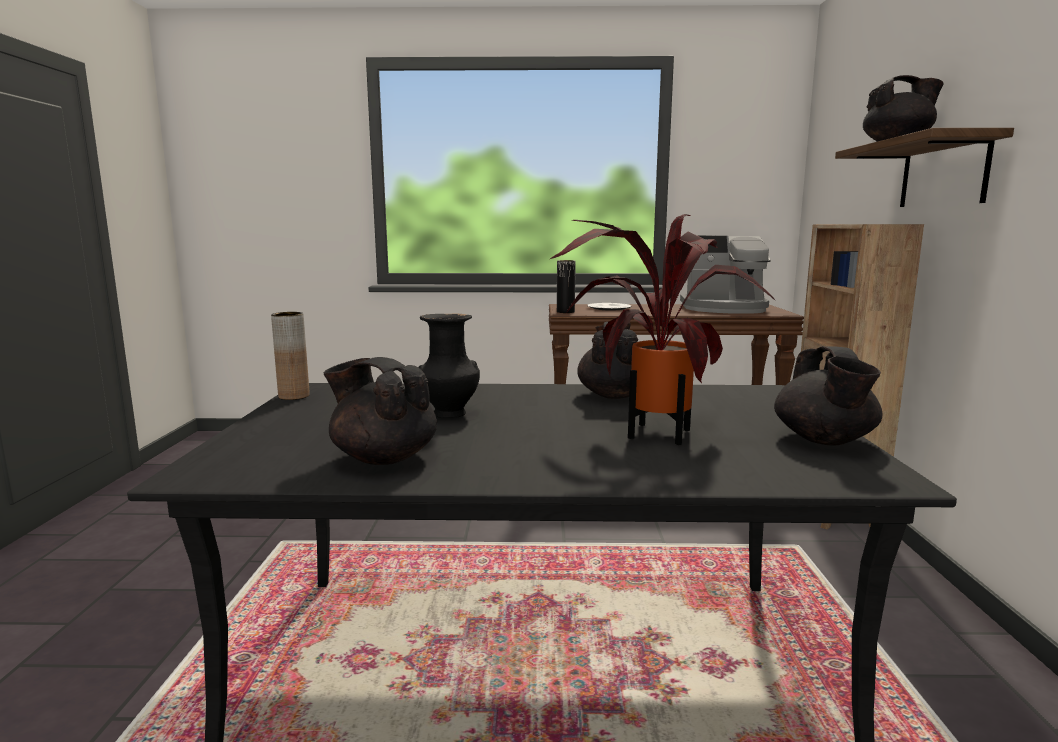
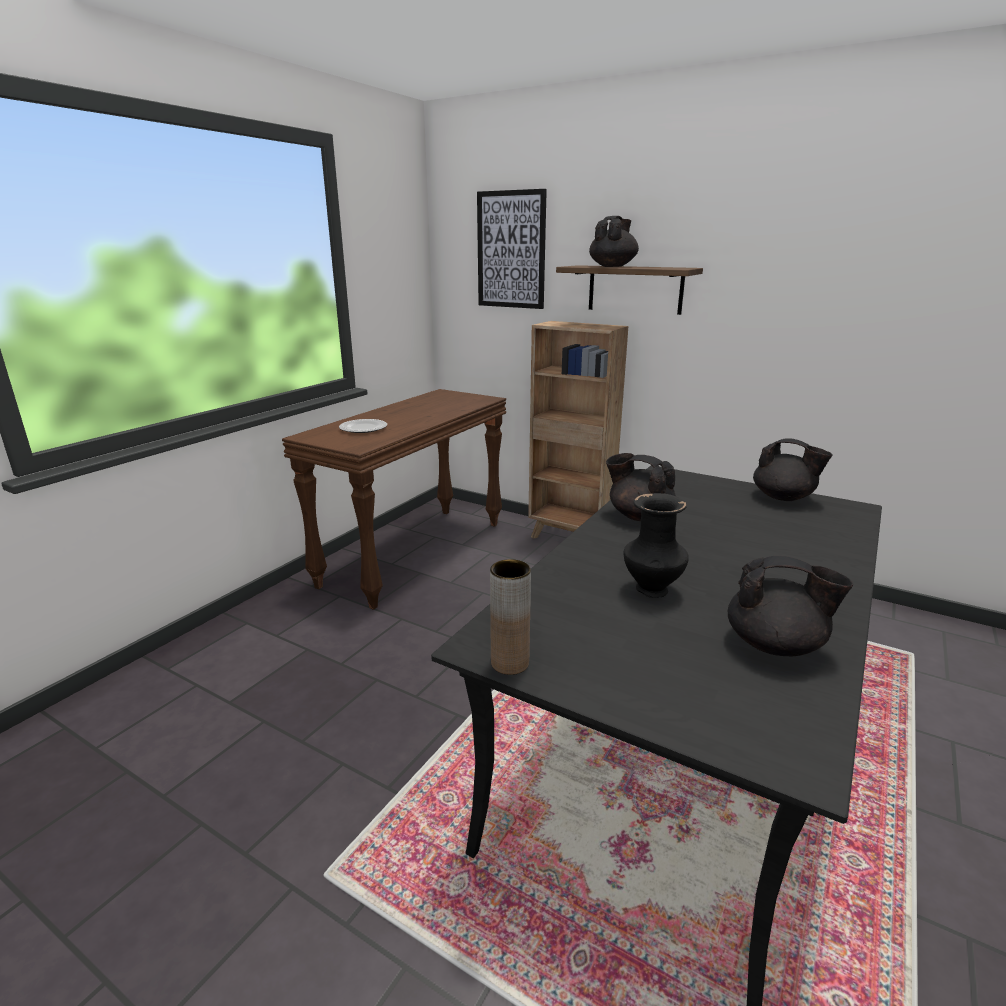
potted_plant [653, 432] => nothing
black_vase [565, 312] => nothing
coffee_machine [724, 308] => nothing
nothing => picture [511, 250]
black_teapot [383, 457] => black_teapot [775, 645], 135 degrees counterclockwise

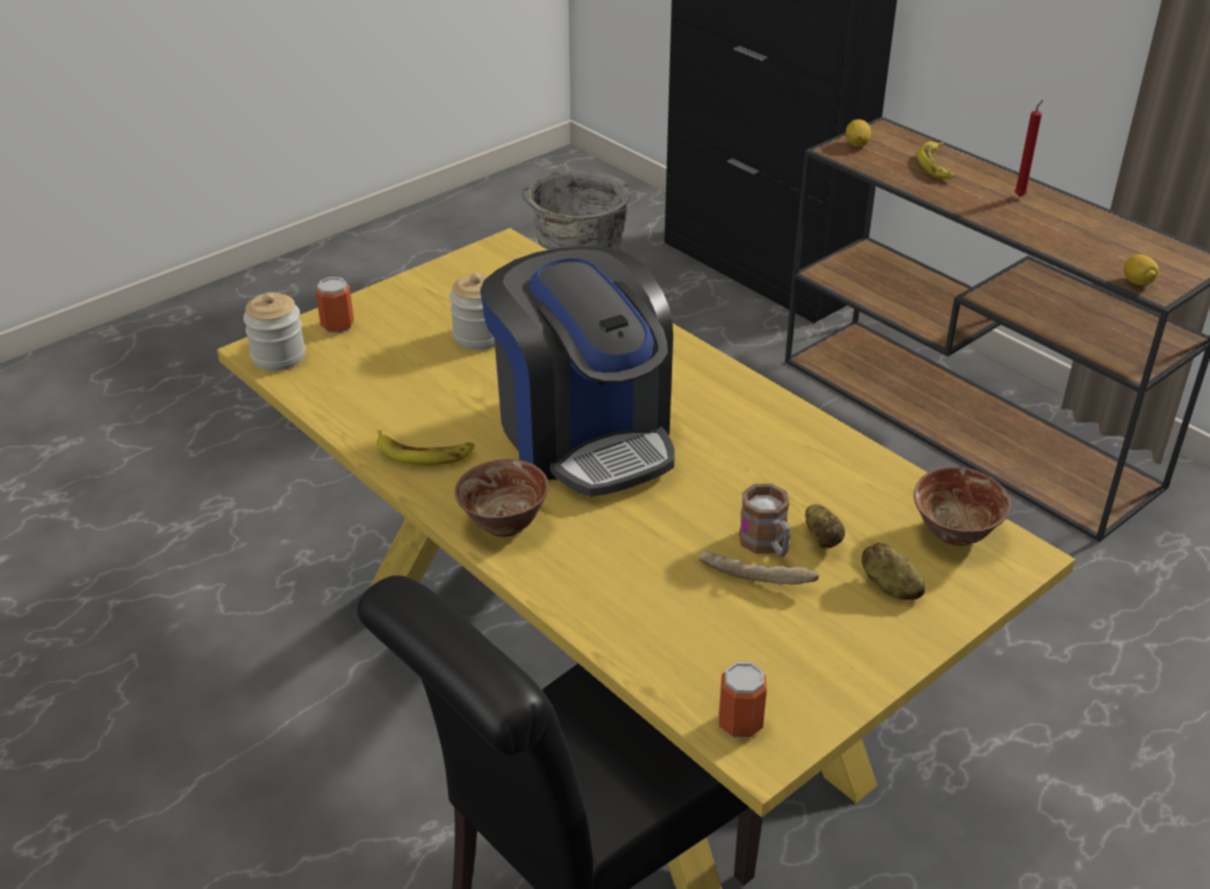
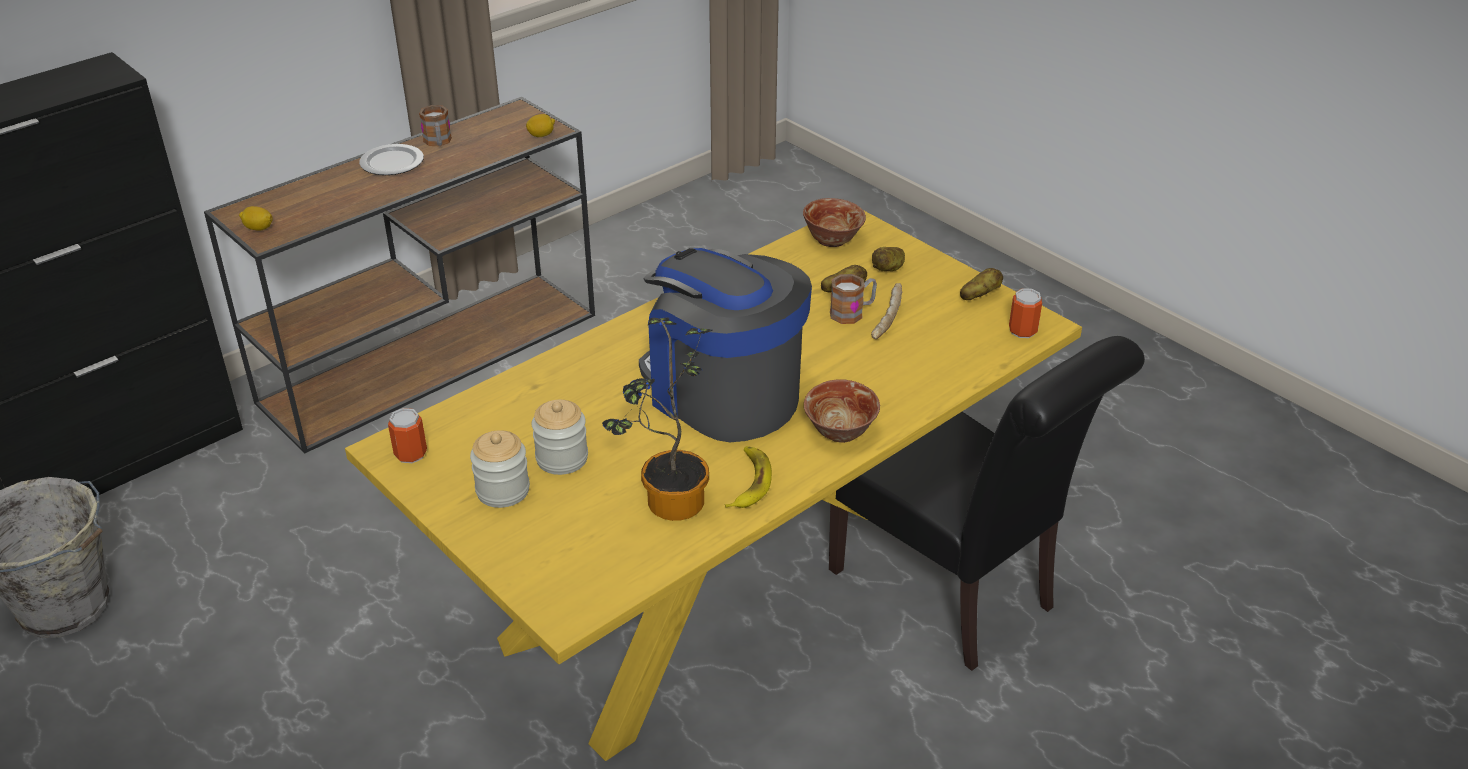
banana [936, 165] => nothing
nothing => mug [438, 142]
nothing => potted_plant [668, 505]
nothing => potato [979, 295]
jar [278, 356] => jar [503, 490], move
can [337, 326] => can [411, 454], move
red_candle [1020, 195] => plate [392, 162]
coffee_machine [584, 434] => coffee_machine [722, 393], 105 degrees counterclockwise

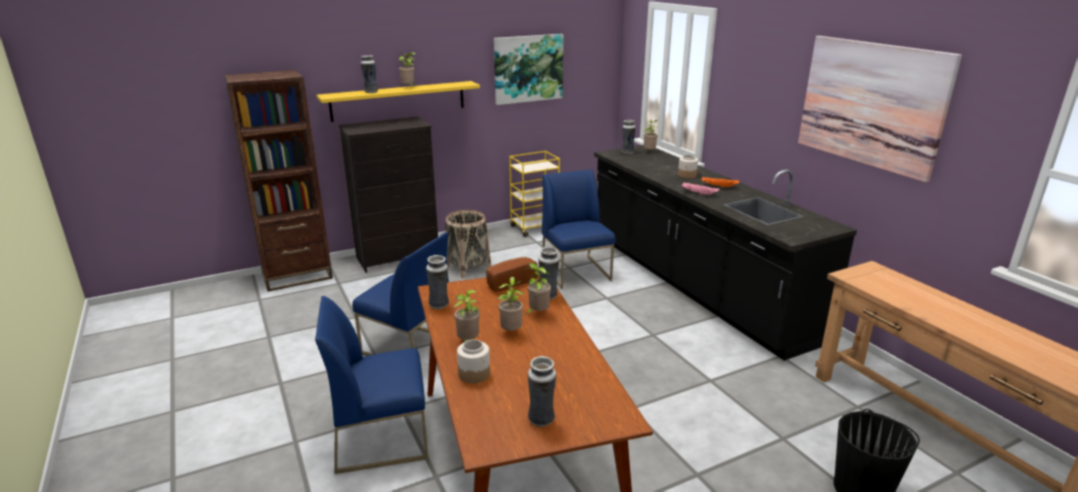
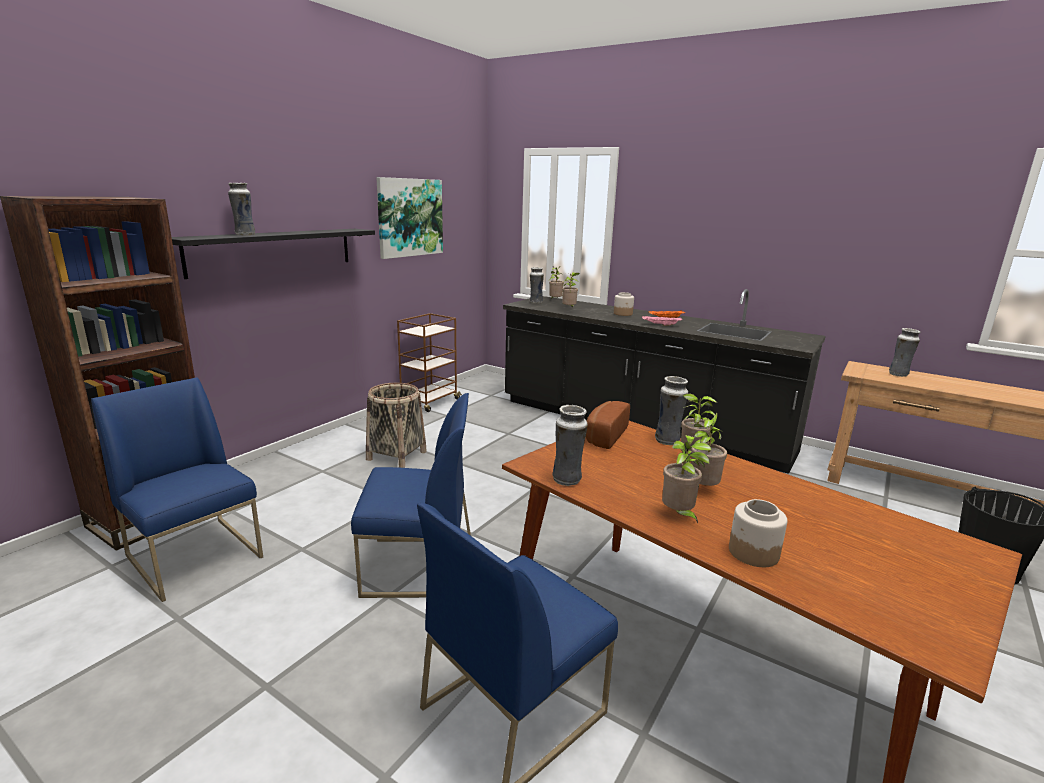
black_dresser [398, 257] => nothing
picture [871, 104] => nothing
potted_plant [409, 88] => potted_plant [569, 309], move
vase [541, 420] => vase [899, 374], move
blue_chair [576, 272] => blue_chair [196, 556], move
yellow_shelf [398, 101] => black_shelf [274, 251]
yellow_cart [535, 228] => brown_cart [429, 402]

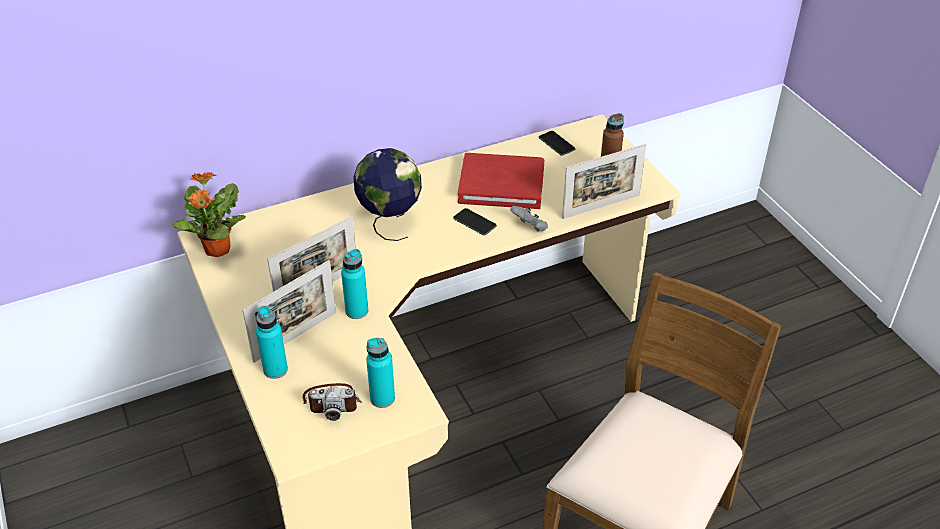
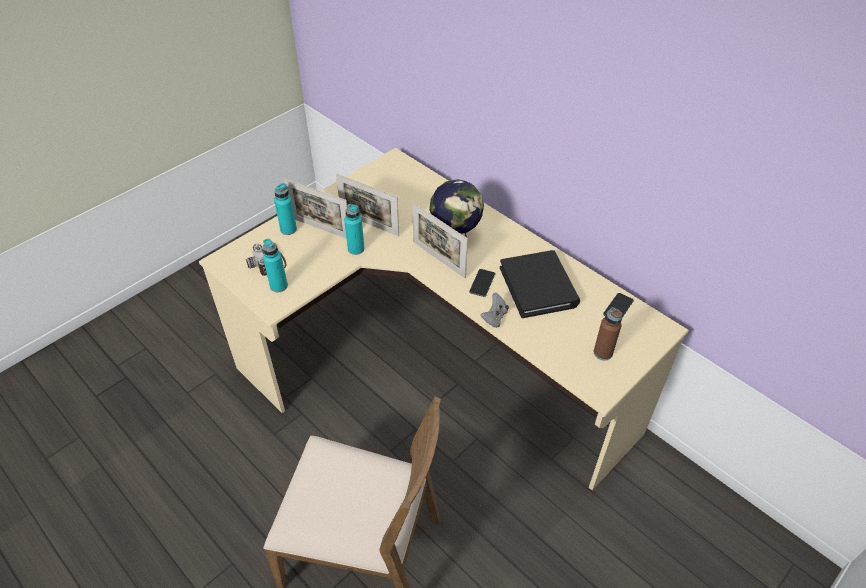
potted_plant [217, 250] => nothing
picture_frame [601, 206] => picture_frame [439, 259], move
red_book [501, 184] => black_book [538, 286]

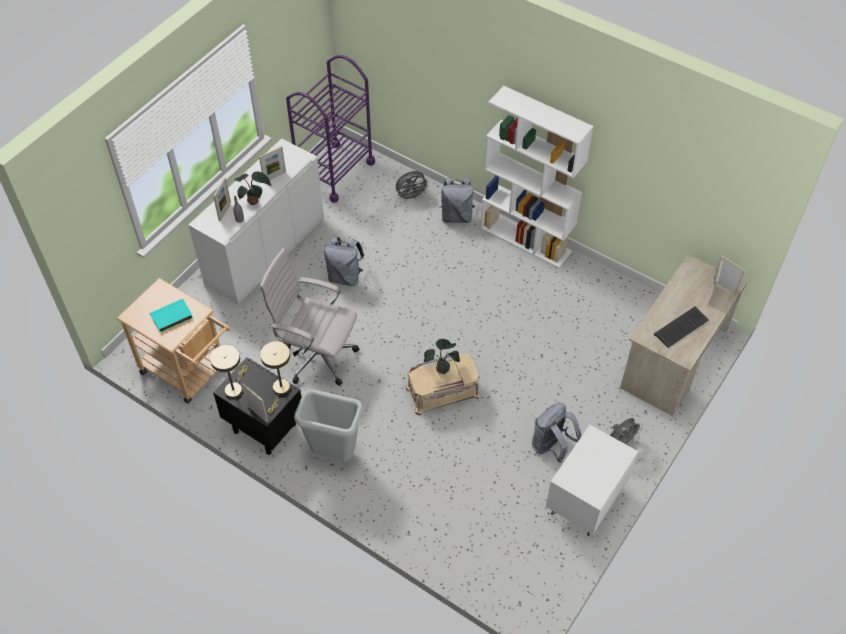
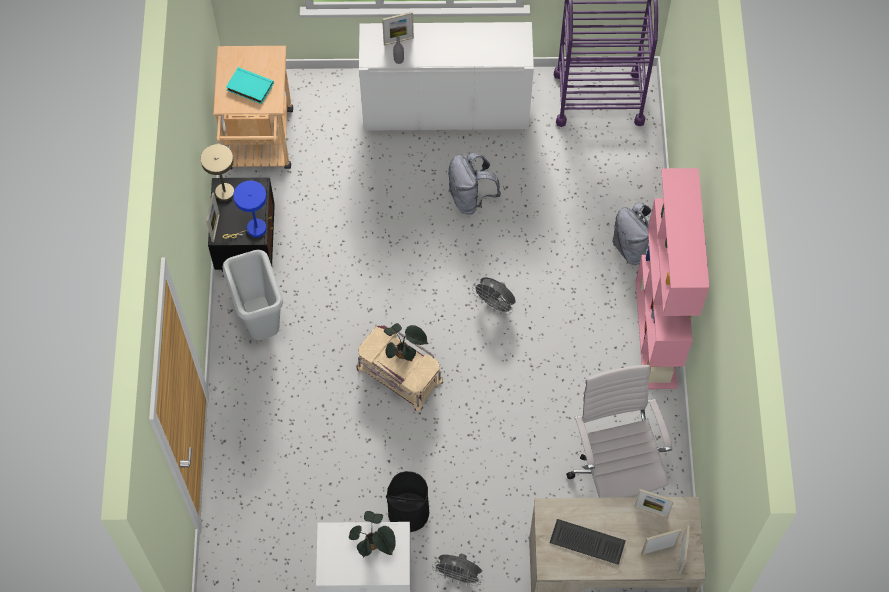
potted_plant [254, 201] => potted_plant [373, 545], move
picture_frame [274, 176] => picture_frame [651, 511], move
white_office_chair [316, 356] => white_office_chair [614, 474], move
grey_fan [411, 197] => grey_fan [495, 304], move
grey_backpack [551, 447] => black_trash_can [408, 512]
beige_table_lamp [280, 391] => blue_table_lamp [253, 230]
white_bookcase [526, 240] => pink_bookcase [656, 334]

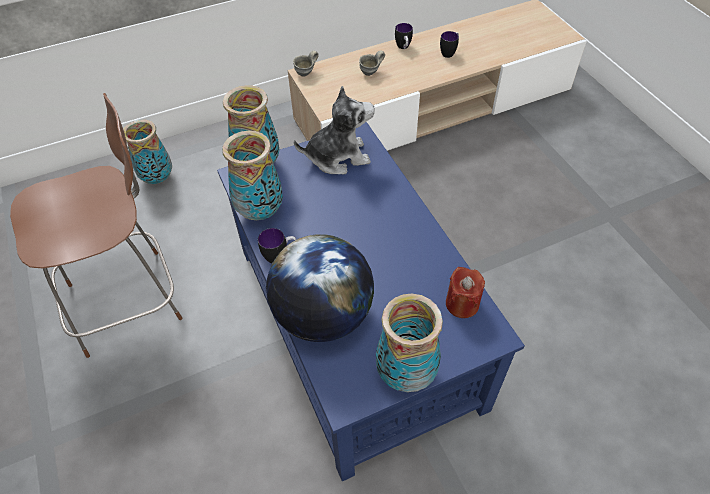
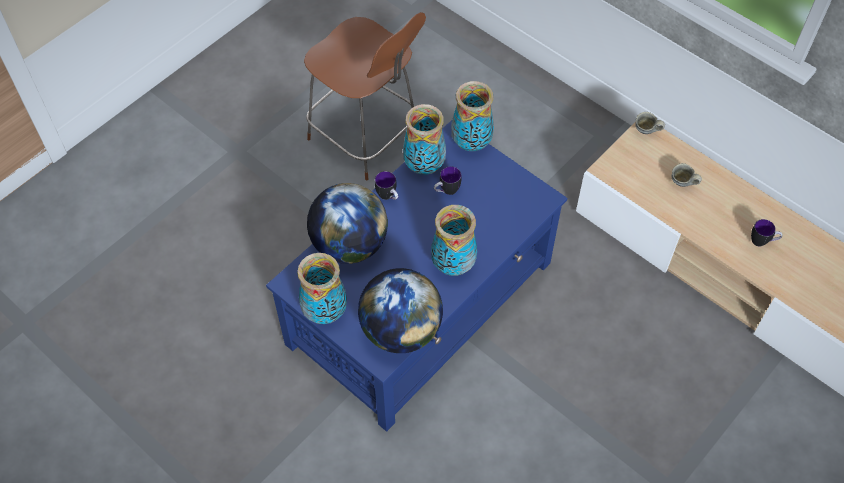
plush_toy [338, 157] => nothing
vase [157, 179] => vase [452, 265], move
mug [403, 48] => mug [446, 191], move
red_candle [462, 304] => globe [401, 330]

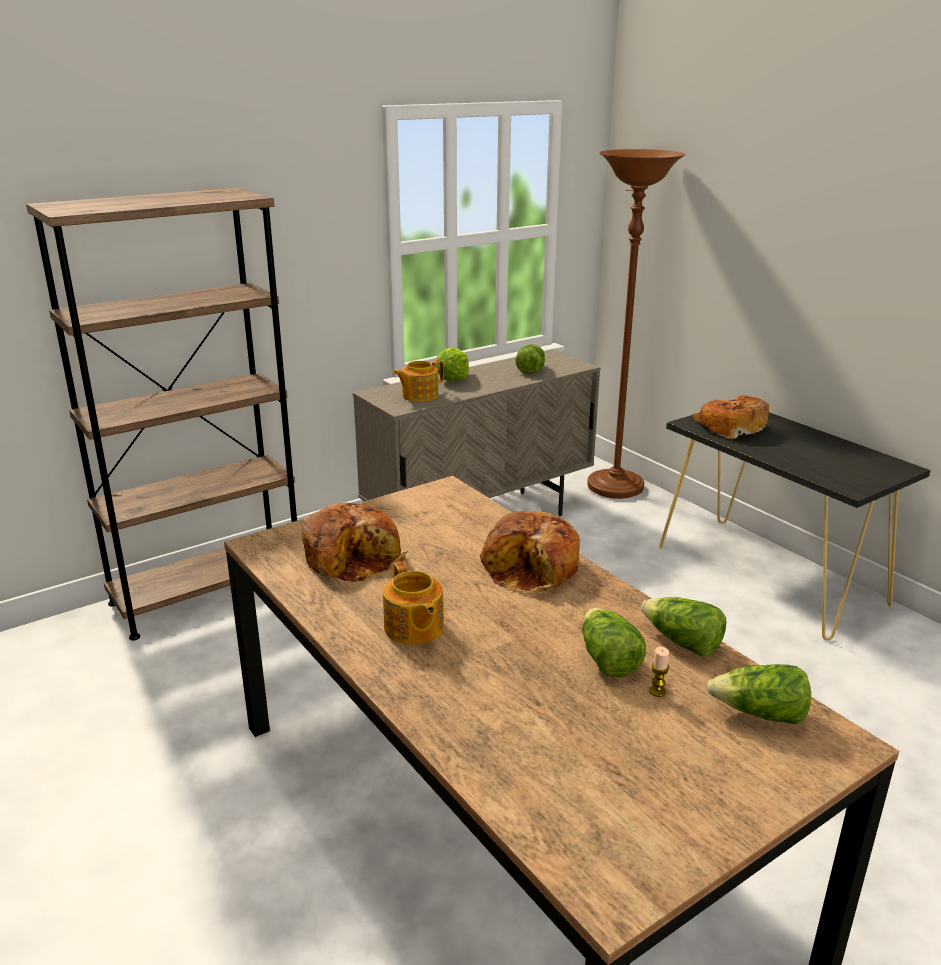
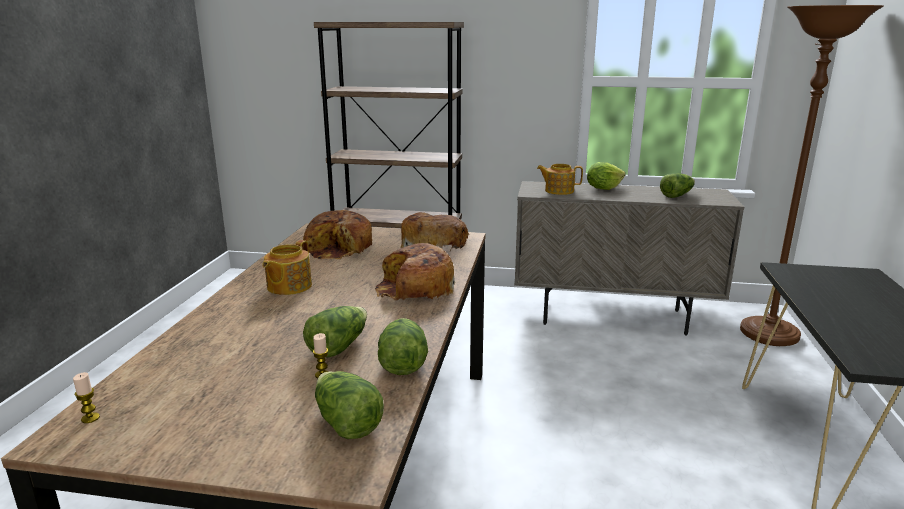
nothing => candle [90, 418]
bread [730, 427] => bread [432, 244], move

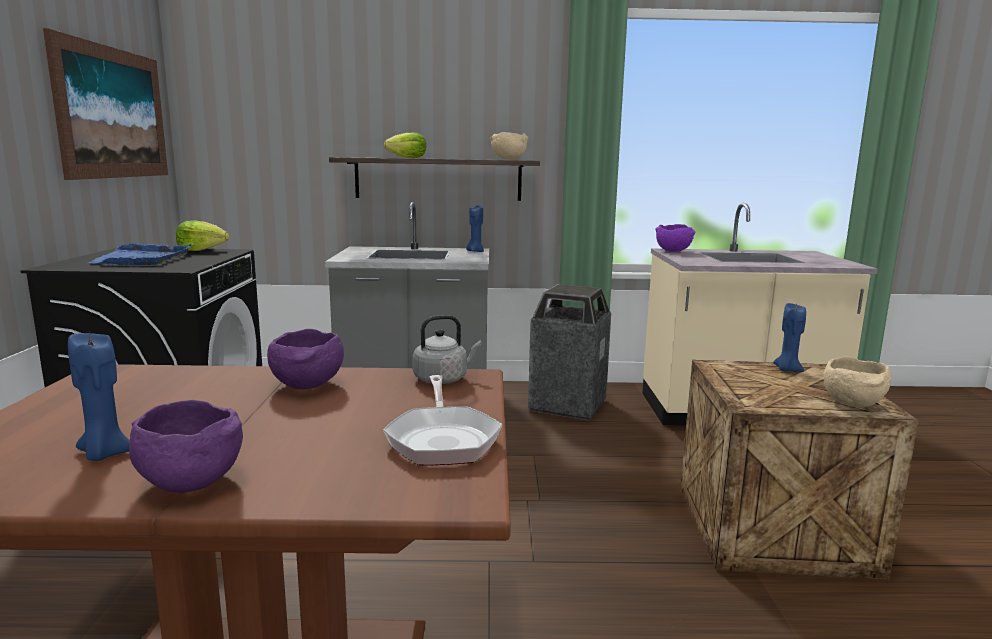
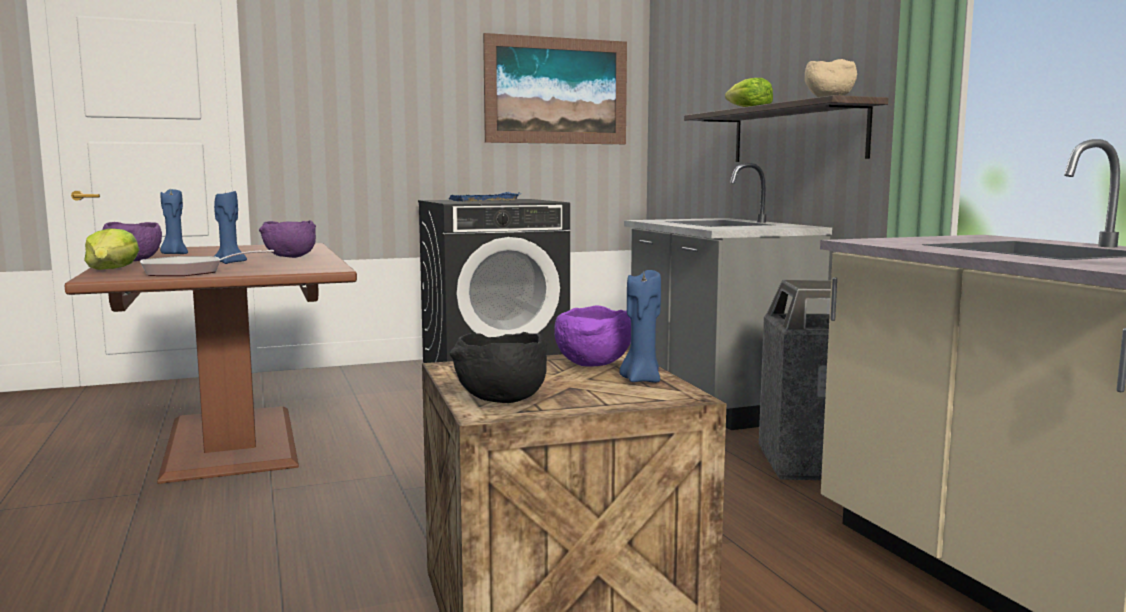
grey_kettle [443, 379] => nothing
lettuce [201, 250] => lettuce [112, 269], move
blue_candle [475, 251] => blue_candle [230, 262], move
purple_bowl [673, 251] => purple_bowl [593, 366], move
beige_bowl [854, 404] => black_bowl [500, 401]

